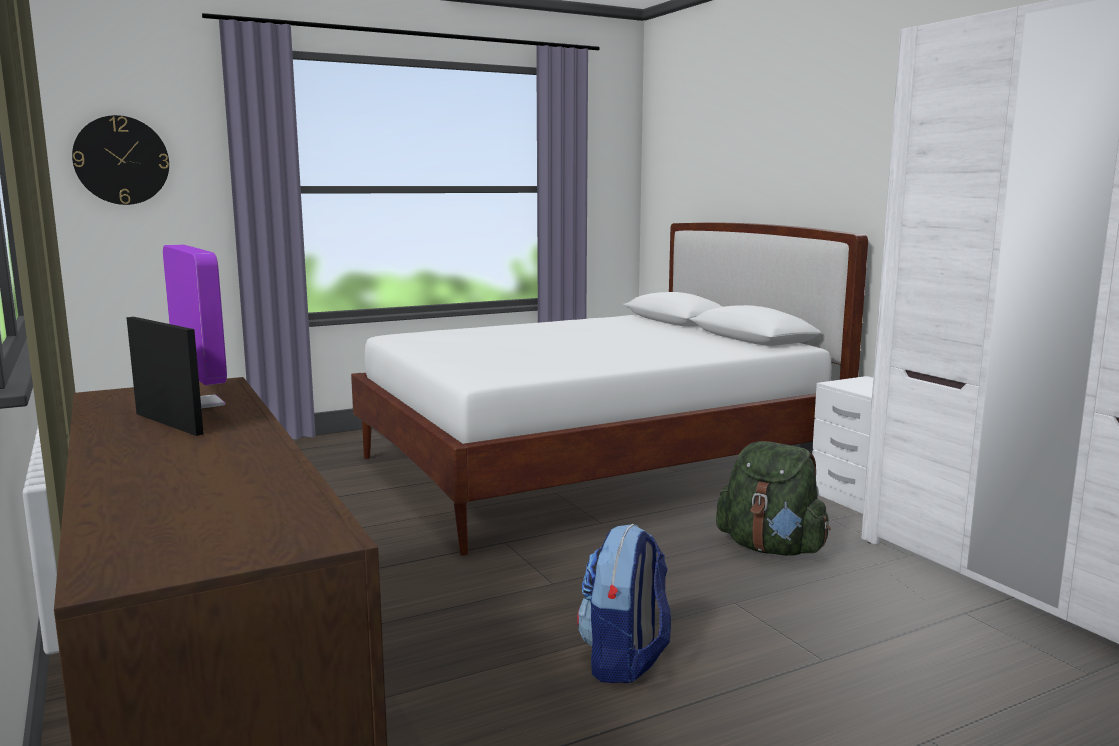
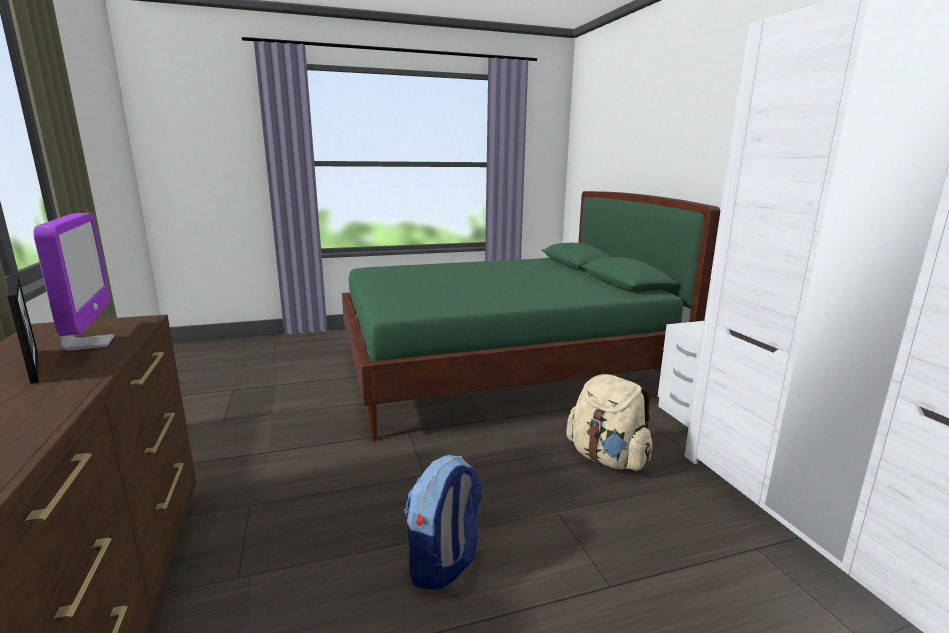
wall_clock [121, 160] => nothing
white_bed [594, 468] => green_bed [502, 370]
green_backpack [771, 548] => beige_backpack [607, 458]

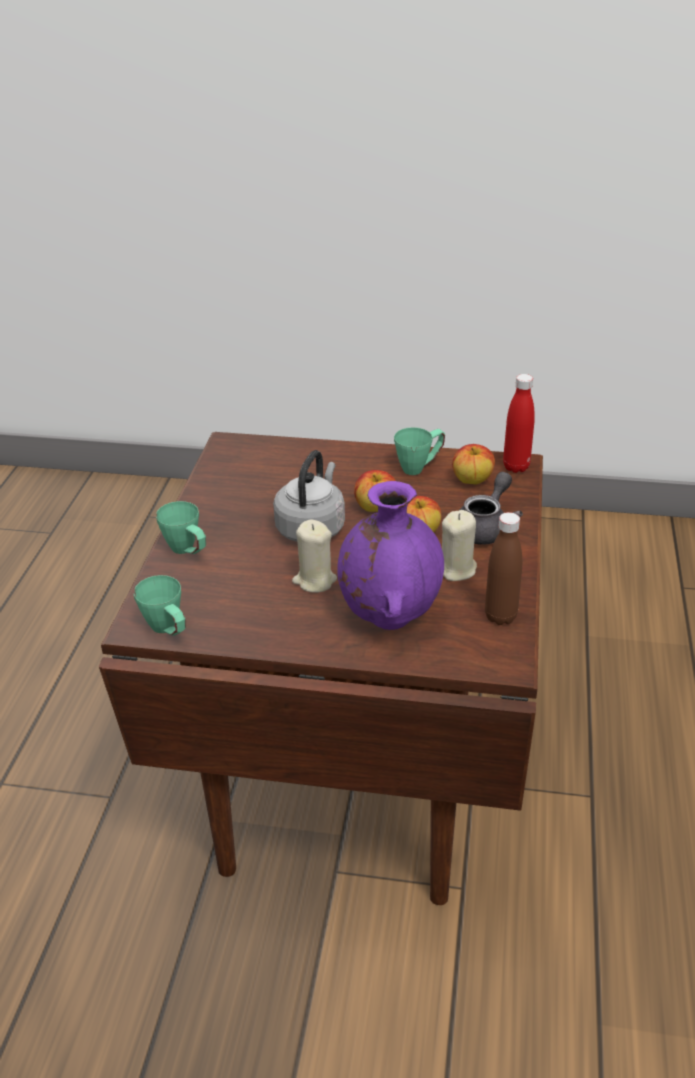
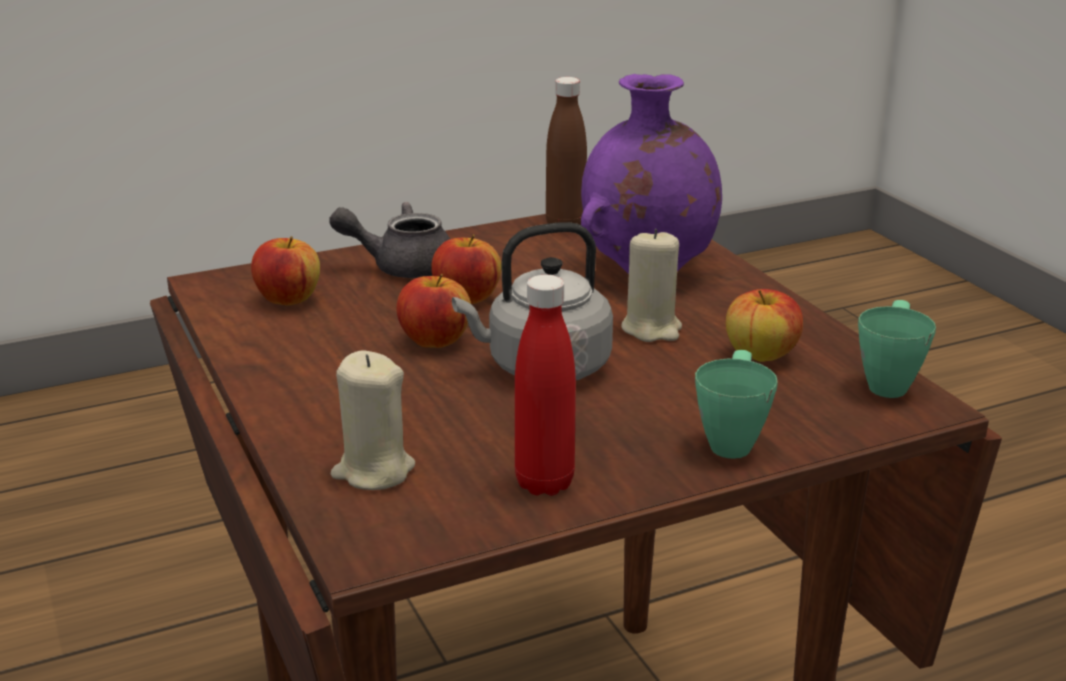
green_mug [420, 467] => nothing
nothing => apple [761, 356]
beige_candle [456, 569] => beige_candle [373, 471], move
red_bottle [516, 467] => red_bottle [544, 483], move

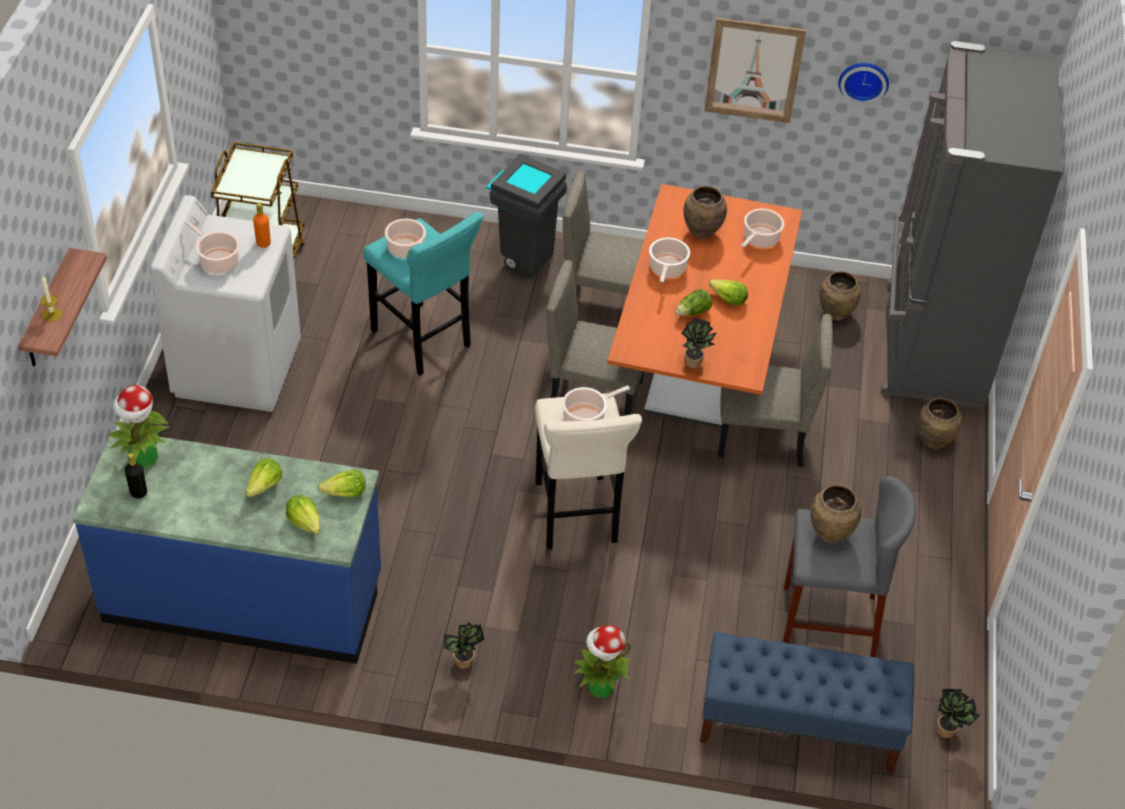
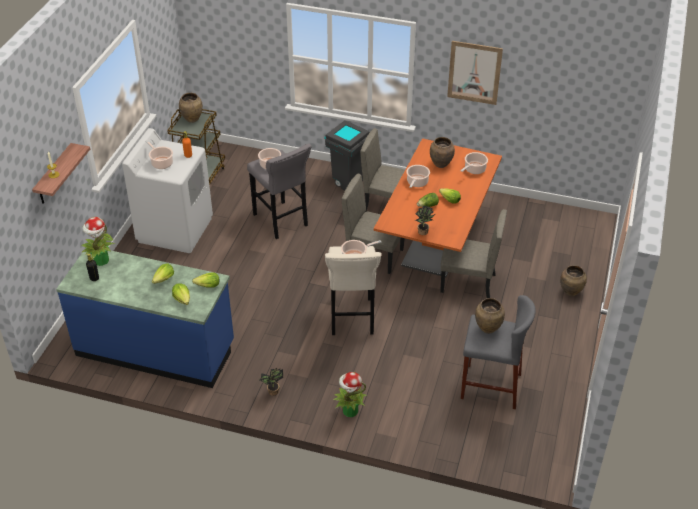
blue_bench [797, 727] => nothing
wall_clock [863, 80] => nothing
grey_fridge [929, 344] => nothing
potted_plant [949, 731] => nothing
brown_vase [835, 314] => brown_vase [192, 119], move
turquoise_stool [423, 342] => grey_stool [281, 222]

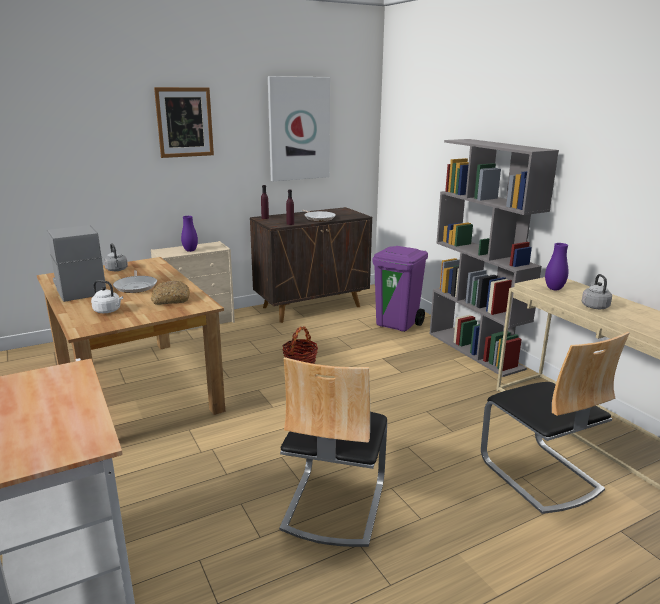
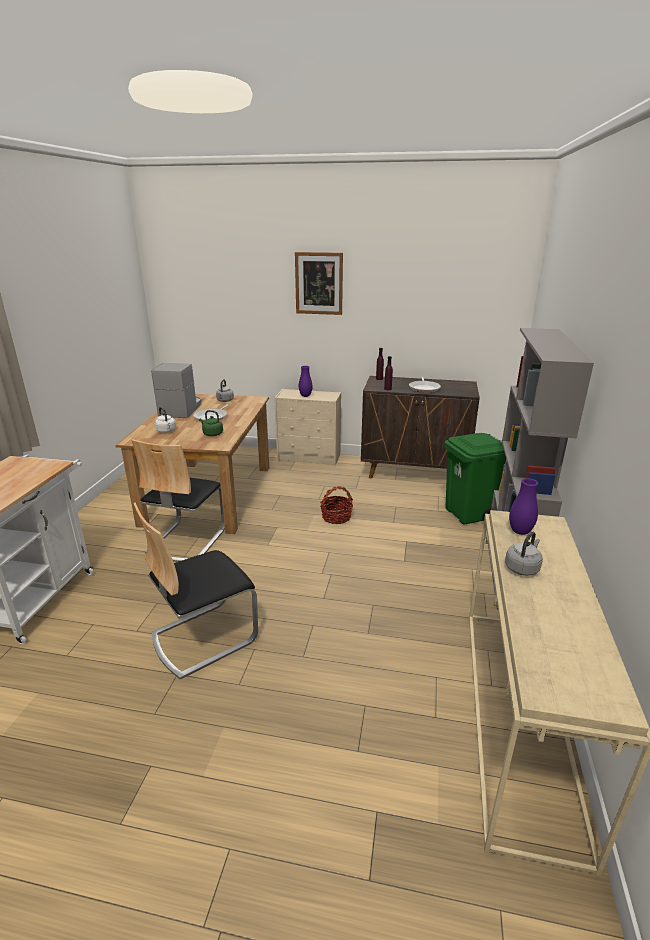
picture [299, 129] => nothing
chair [539, 474] => chair [186, 540], move
bread [171, 299] => green_kettle [212, 434]
purple_trash_can [397, 324] => green_trash_can [468, 515]

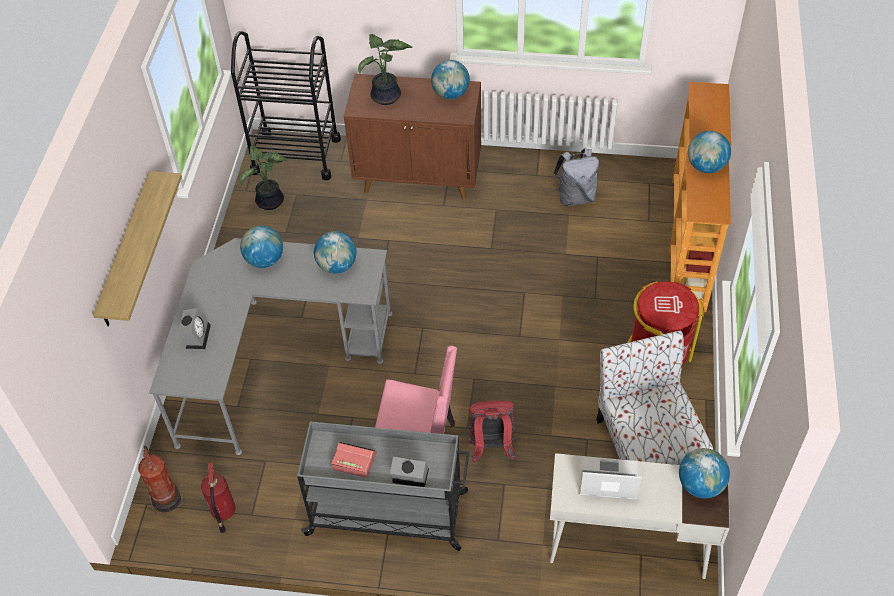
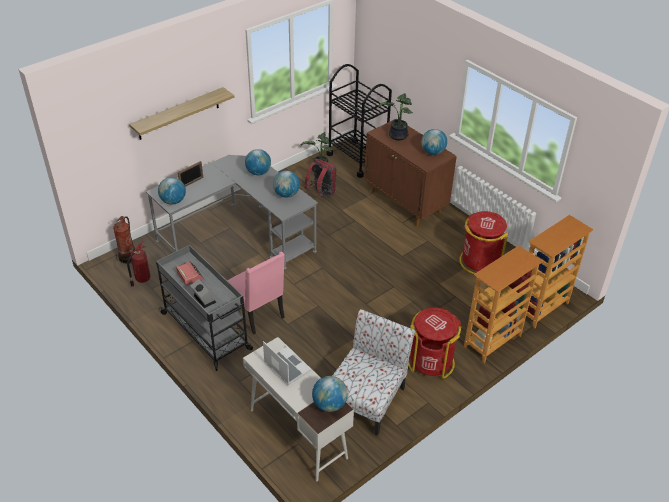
red_backpack [491, 447] => red_backpack [321, 194], move
globe [706, 166] => globe [173, 201], move
alarm_clock [196, 335] => picture_frame [192, 183]
grey_backpack [575, 197] => red_trash_can [479, 262]

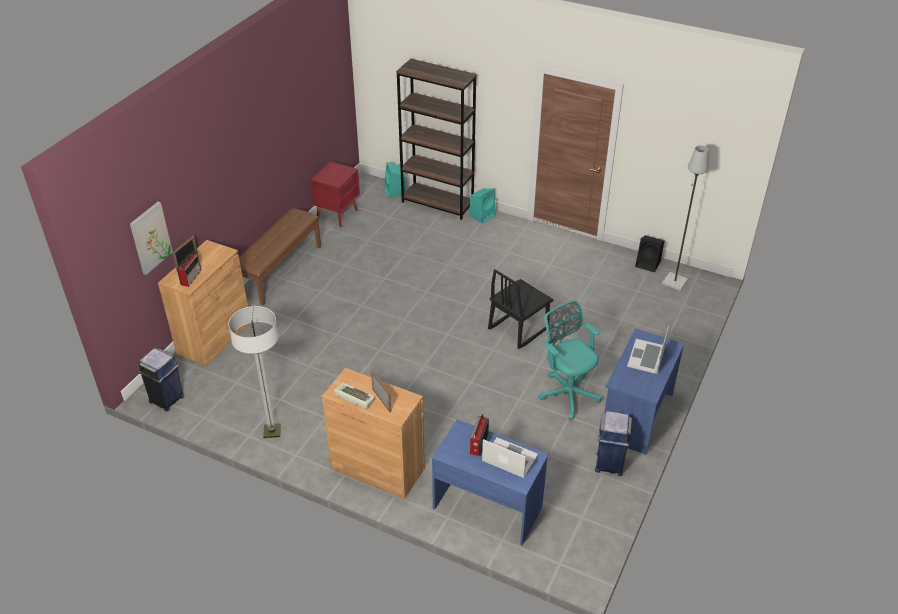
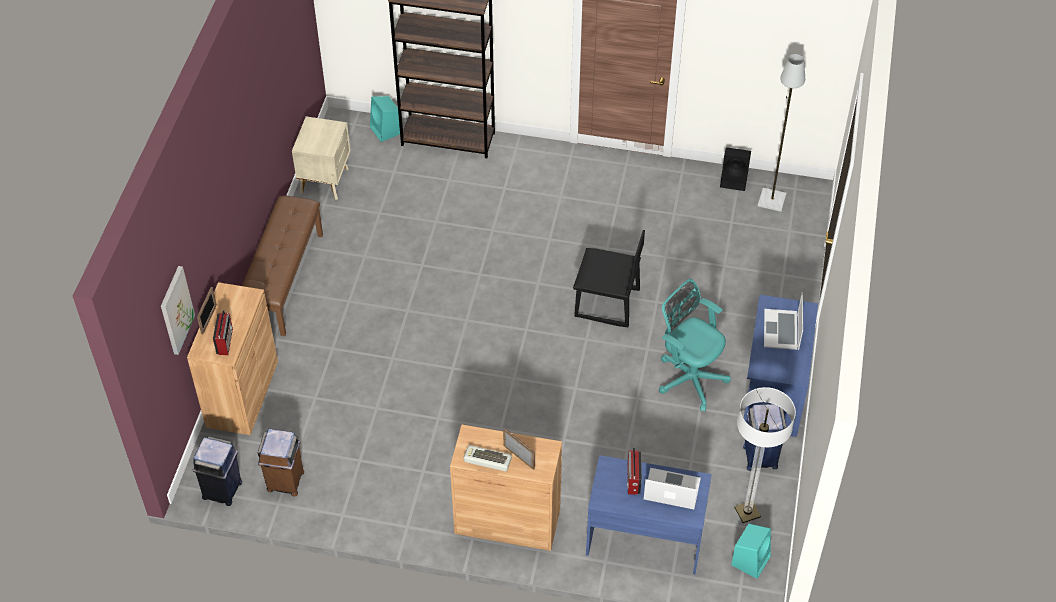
nothing => brown_trash_can [285, 482]
floor_lamp [272, 431] => floor_lamp [747, 512], move
turquoise_speaker [483, 215] => turquoise_speaker [751, 560], move
red_nightstand [338, 214] => beige_nightstand [325, 180]
black_chair [518, 328] => black_chair [607, 304], 105 degrees counterclockwise

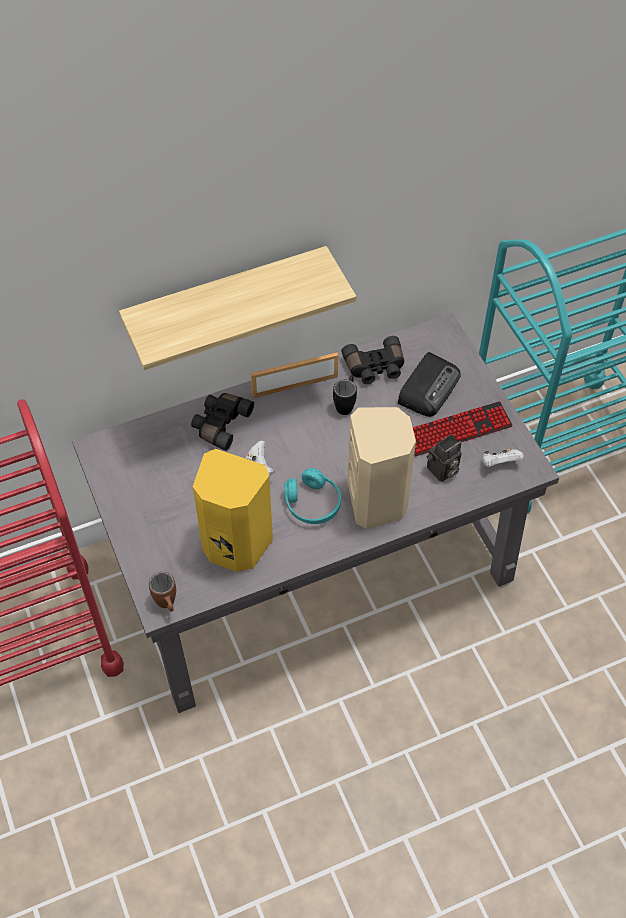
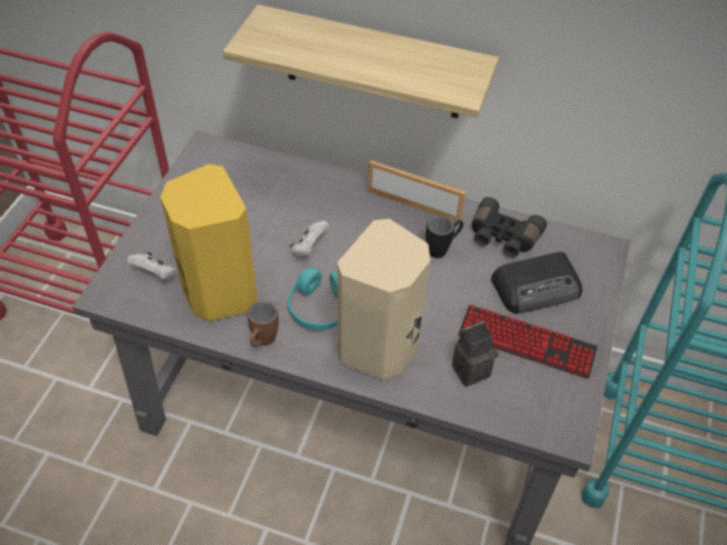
black_binoculars [220, 424] => nothing
brown_mug [167, 605] => brown_mug [262, 343], move
white_game_controller [499, 464] => white_game_controller [156, 274], move
photo_camera [442, 471] => photo_camera [471, 368], 150 degrees clockwise

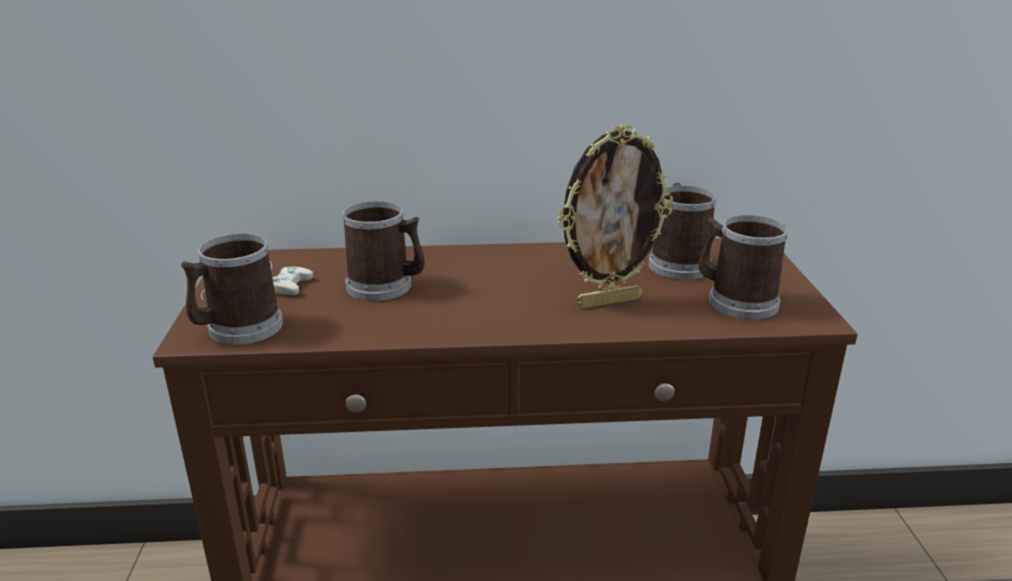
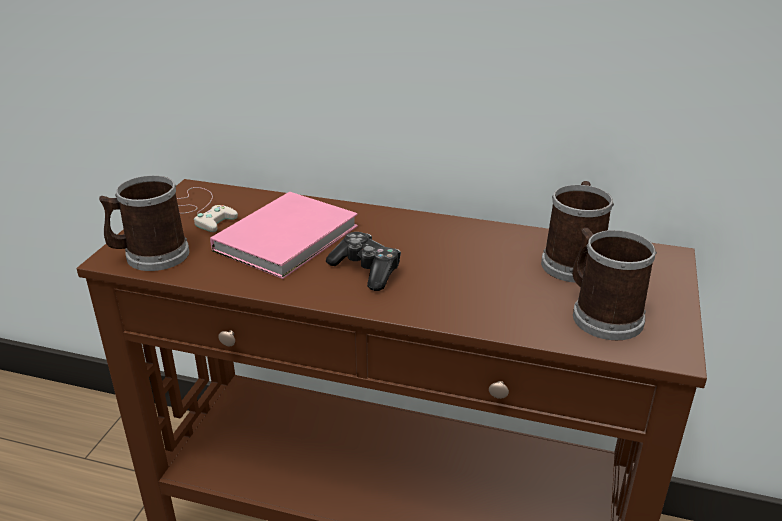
picture_frame [608, 301] => nothing
nothing => game_controller [366, 270]
mug [386, 286] => pink_book [290, 237]

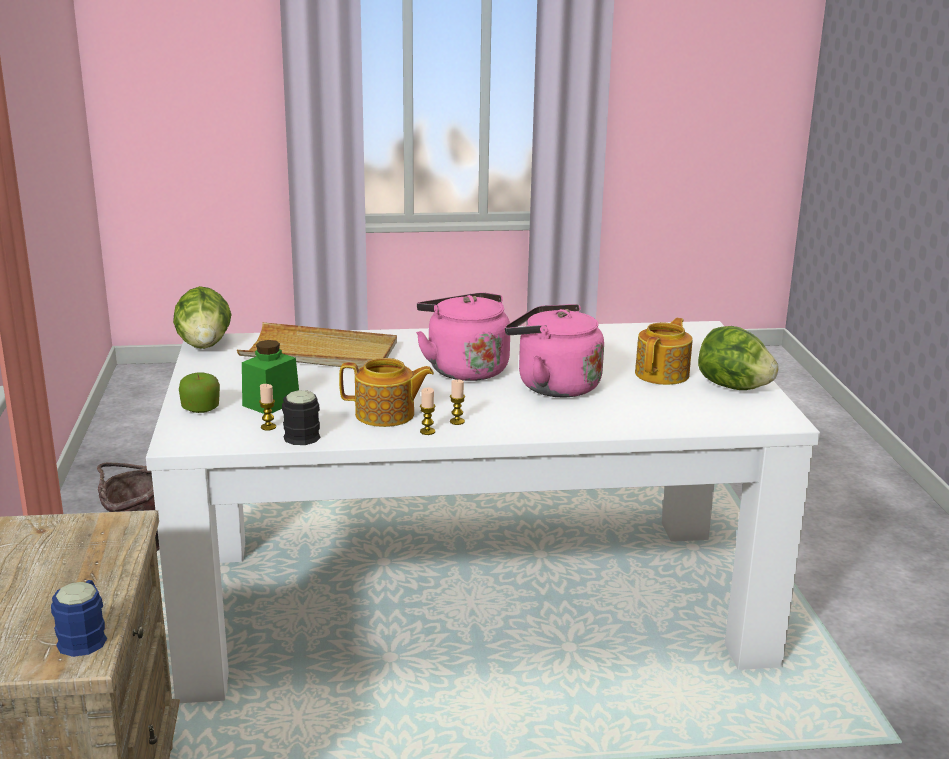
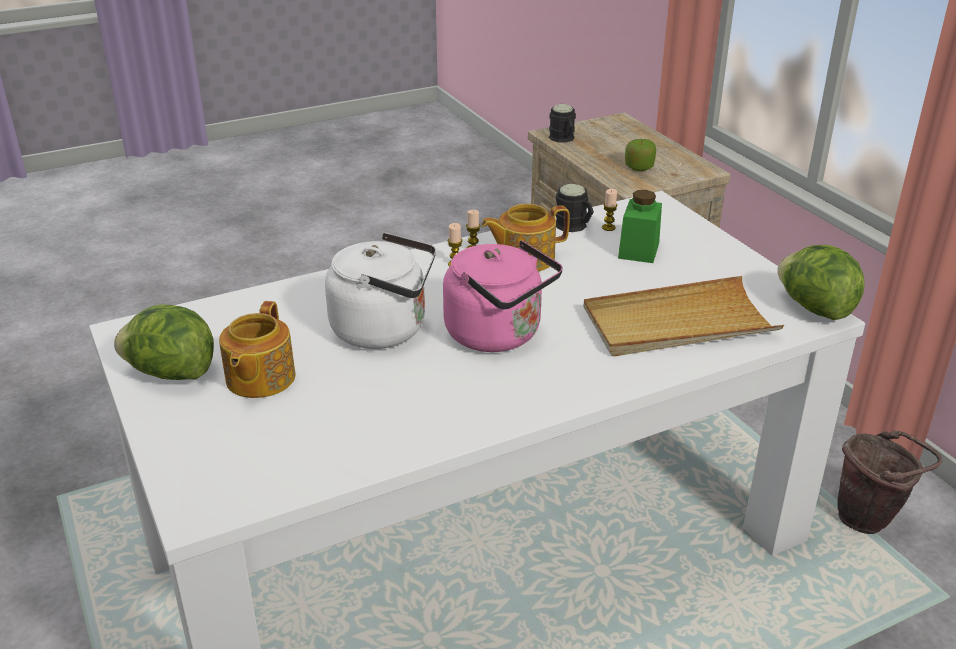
apple [201, 409] => apple [639, 167], move
blue_mug [85, 636] => black_mug [563, 139]
pink_kettle [553, 386] => white_kettle [385, 330]

